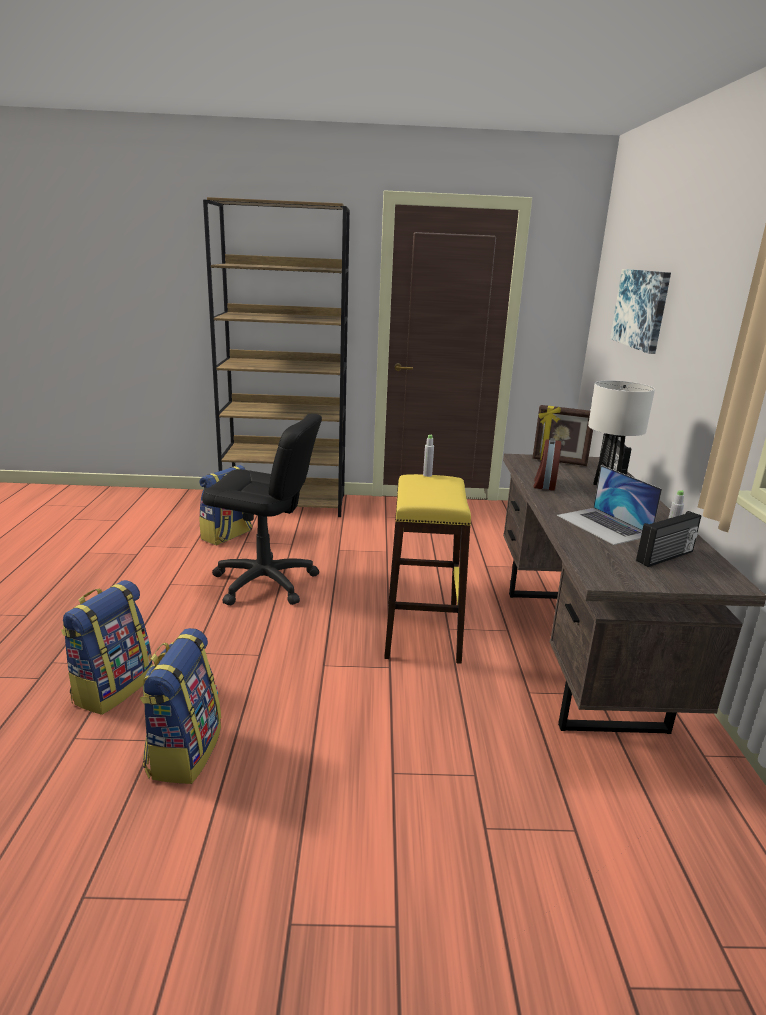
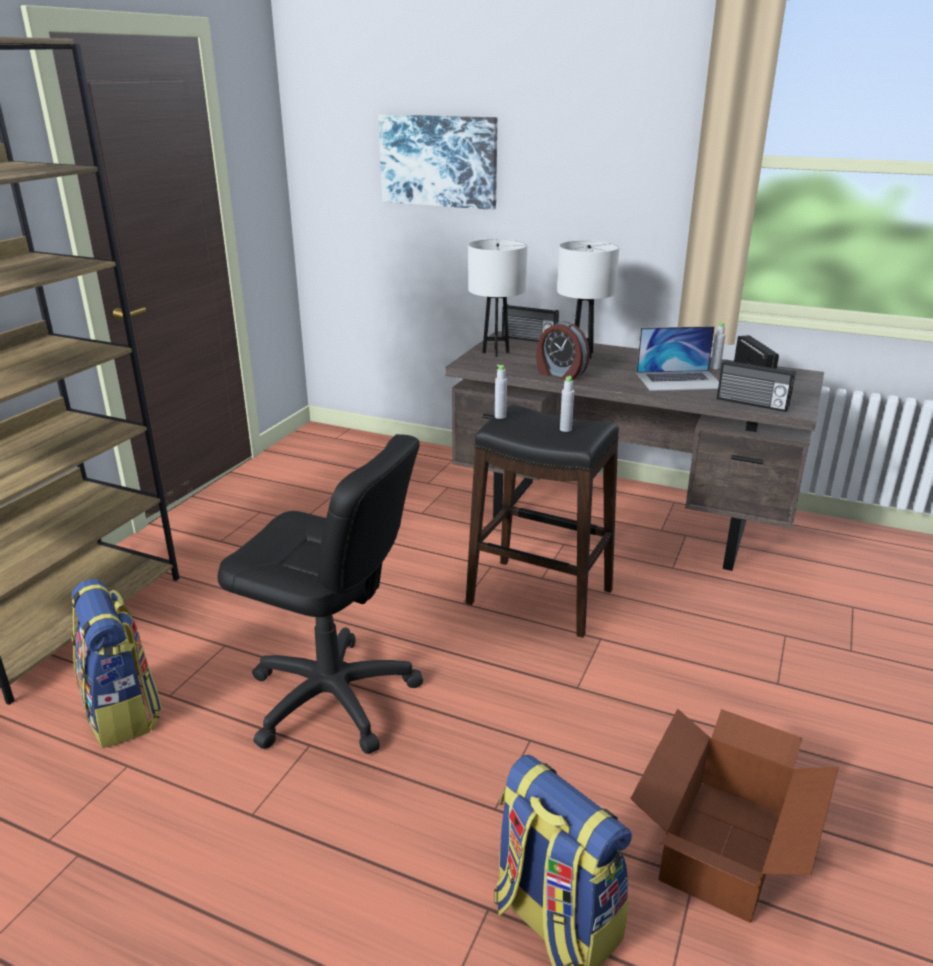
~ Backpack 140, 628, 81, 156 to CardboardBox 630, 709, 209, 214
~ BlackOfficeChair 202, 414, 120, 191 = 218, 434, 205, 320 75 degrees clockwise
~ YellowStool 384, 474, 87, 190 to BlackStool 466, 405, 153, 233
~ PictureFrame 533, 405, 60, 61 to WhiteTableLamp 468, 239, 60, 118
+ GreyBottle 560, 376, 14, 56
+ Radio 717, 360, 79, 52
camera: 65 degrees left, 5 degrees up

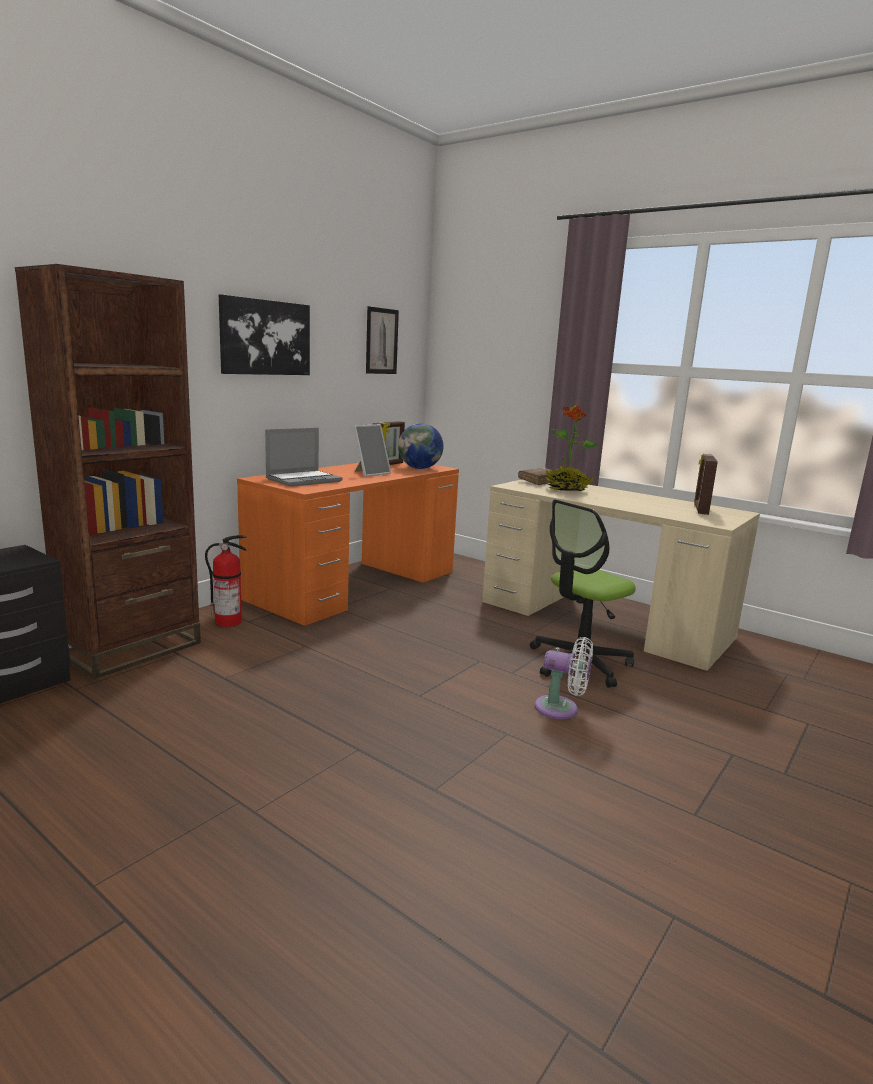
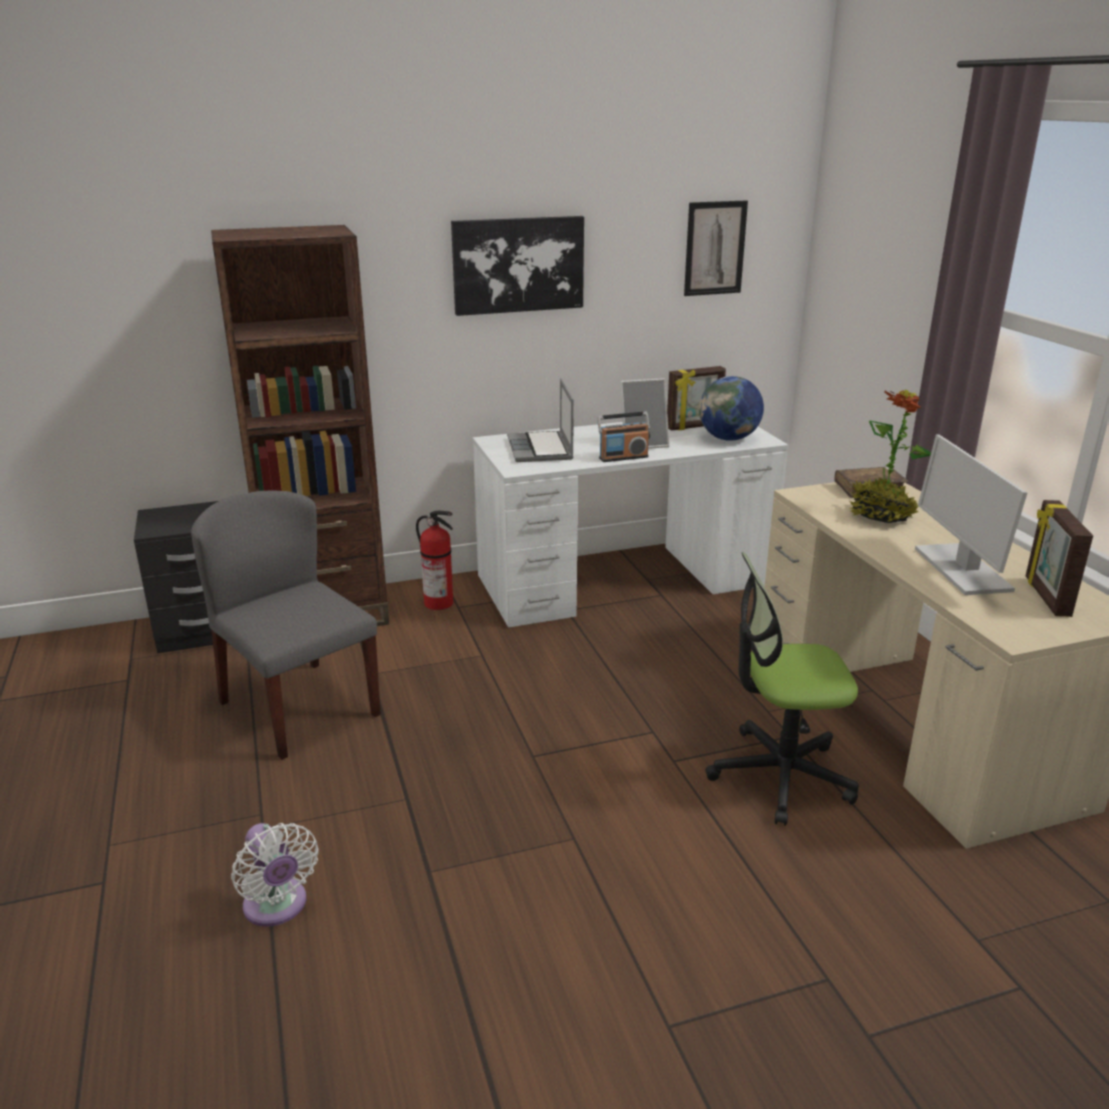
~ OrangeDesk 237, 461, 222, 165 to WhiteDesk 473, 422, 316, 206
~ Laptop 265, 428, 78, 59 = 507, 378, 67, 84 90 degrees clockwise
~ WhiteFan 535, 637, 58, 82 to 231, 823, 88, 104
~ PictureFrame 694, 454, 24, 61 = 1026, 500, 67, 117 45 degrees counterclockwise
+ GreyChair 191, 491, 190, 269
+ Radio 597, 412, 53, 50
+ Monitor 915, 435, 112, 160
camera: 35 degrees right, 10 degrees up

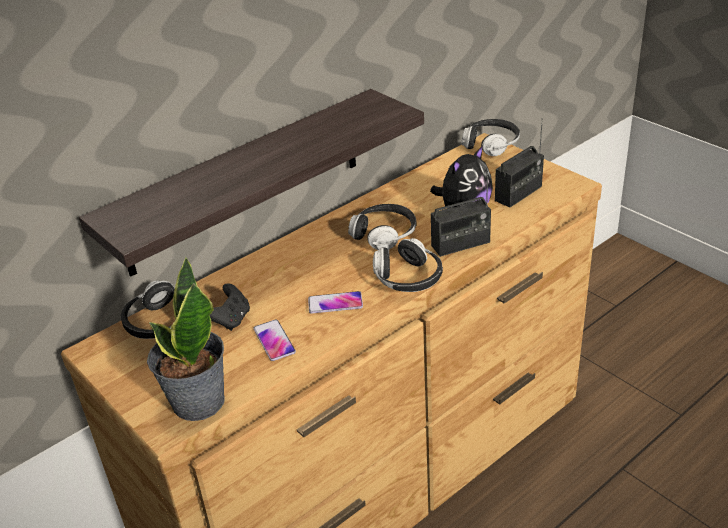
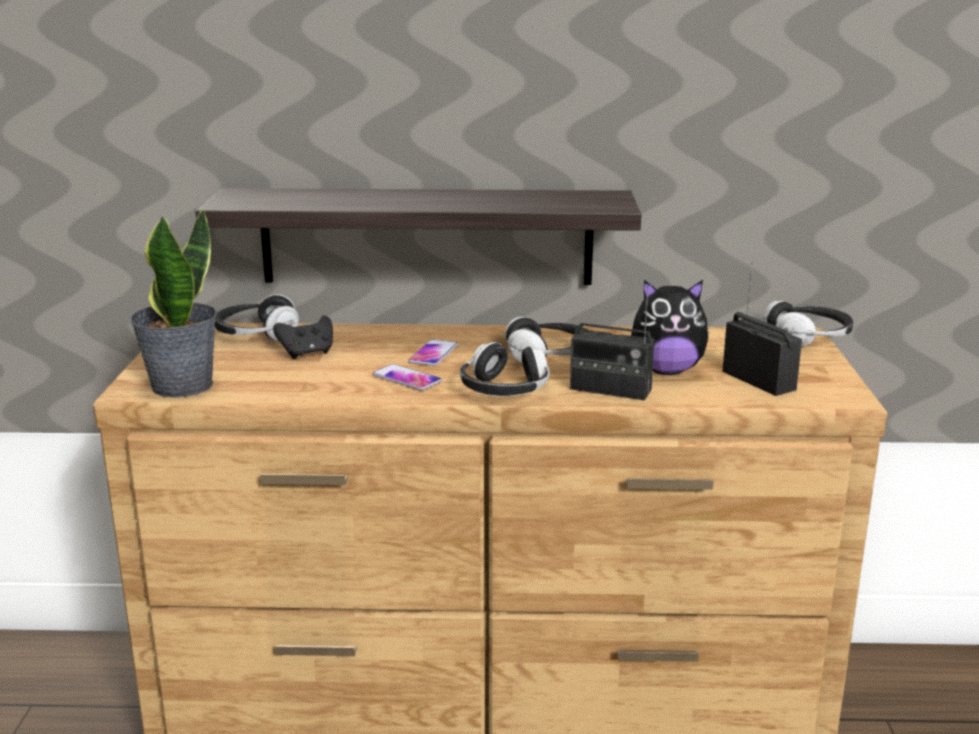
~ Phone 253, 320, 43, 41 to 408, 339, 50, 27
~ Radio 495, 118, 49, 89 = 722, 262, 80, 134 120 degrees counterclockwise
camera: 40 degrees right, 15 degrees down

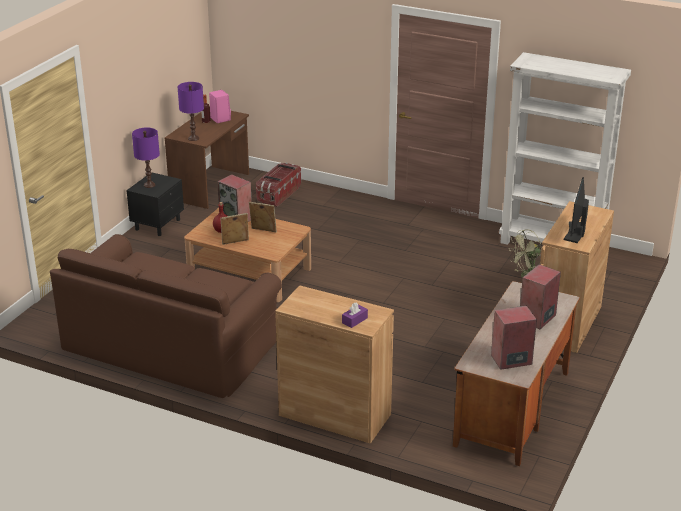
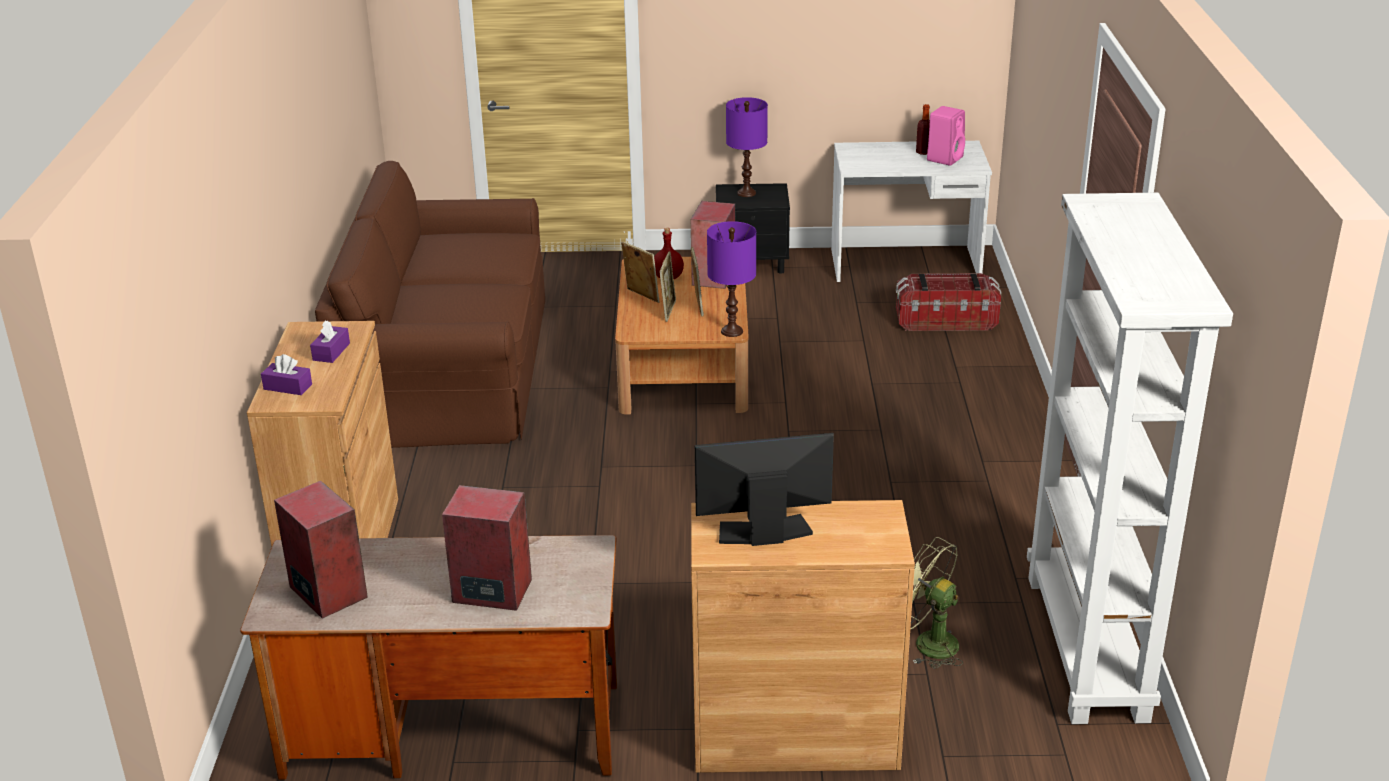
~ BrownDesk 164, 111, 85, 98 to WhiteDesk 831, 141, 161, 141
~ PurpleTableLamp 178, 82, 26, 59 to 707, 221, 49, 116
+ PurpleTissueBox 310, 320, 40, 43
+ PictureFrame 659, 251, 17, 71
camera: 65 degrees right, 0 degrees up

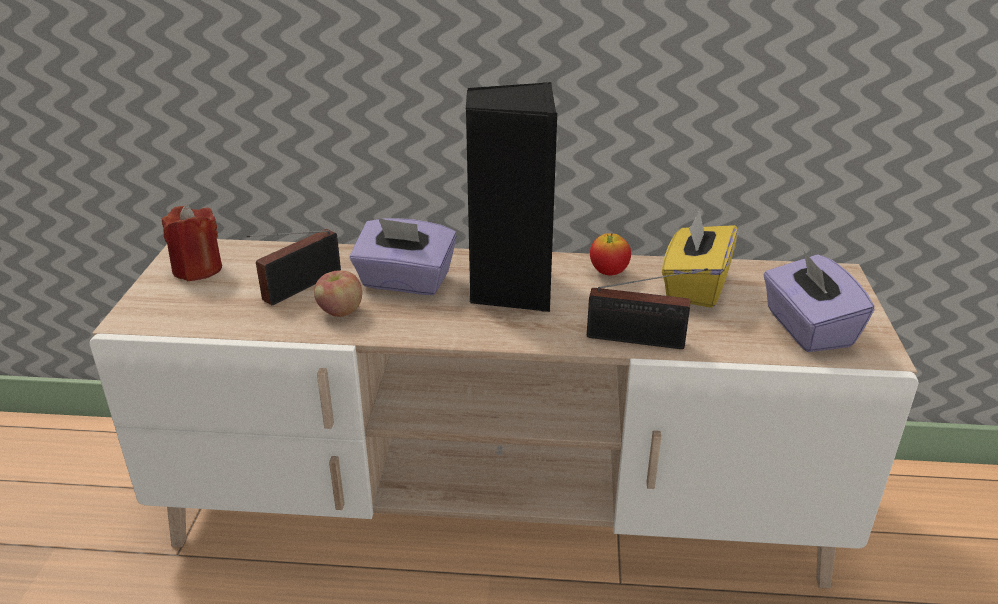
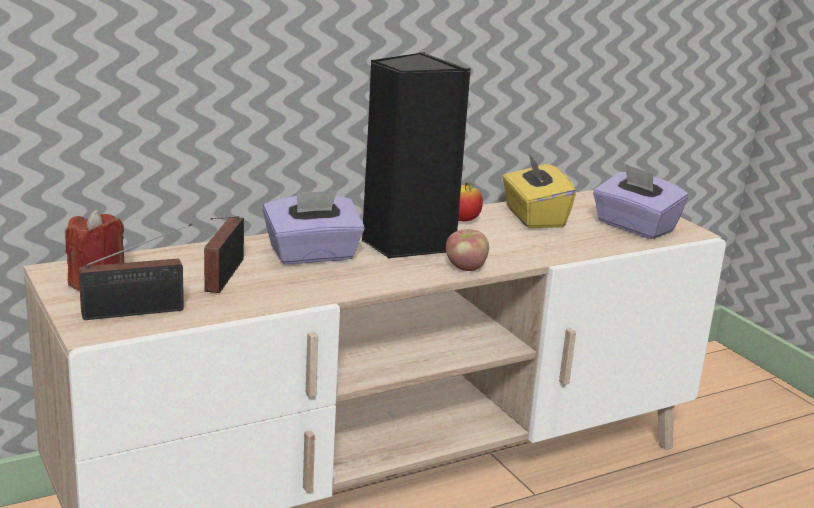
~ Apple 314, 270, 48, 47 to 446, 229, 43, 42
~ Radio 587, 268, 121, 81 to 78, 223, 114, 97
camera: 35 degrees left, 10 degrees down

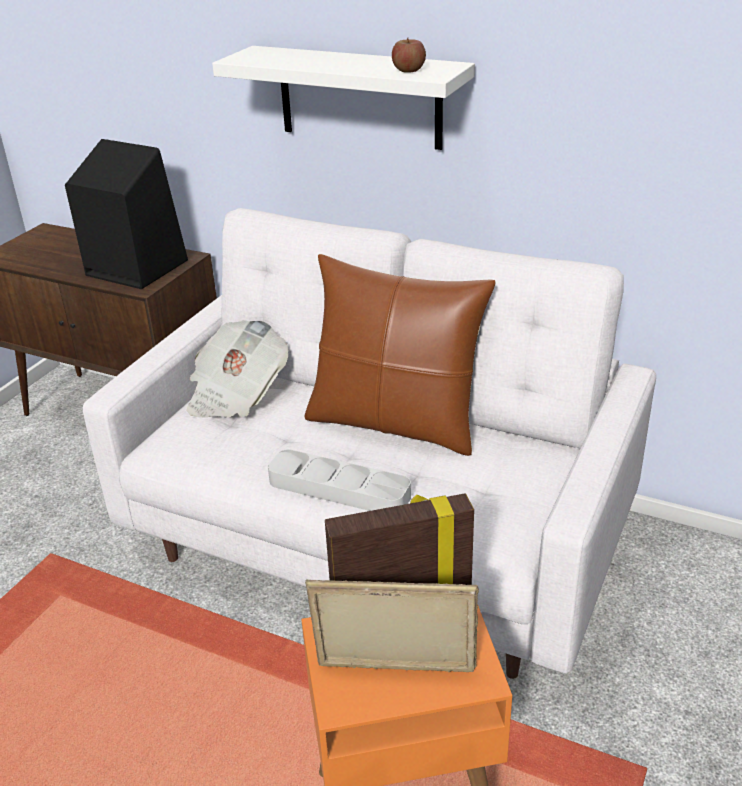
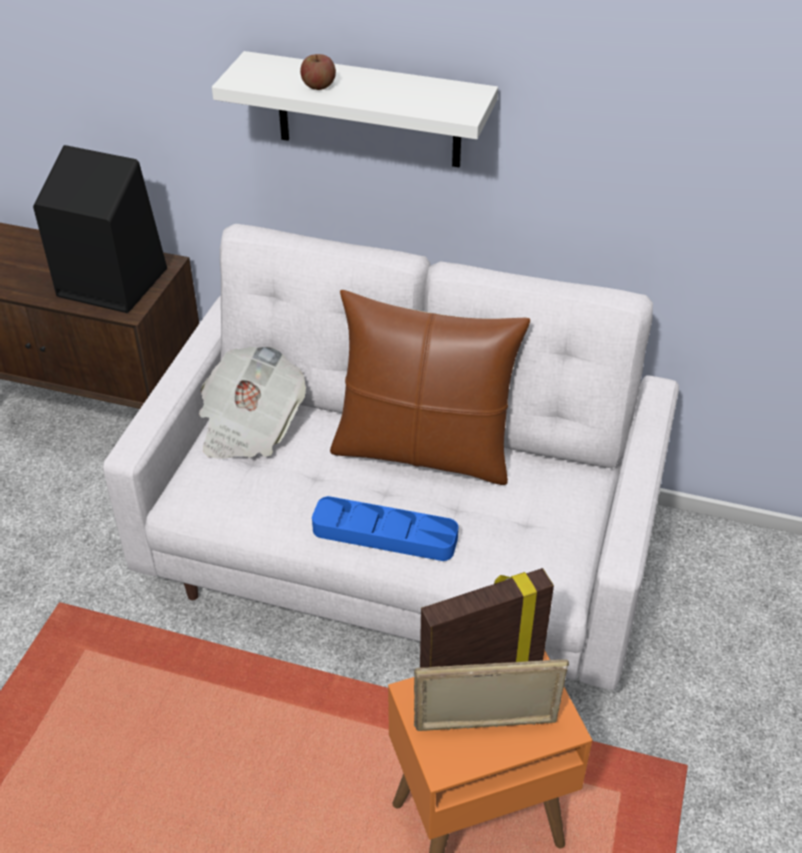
~ GreyTray 268, 449, 143, 62 to BlueTray 312, 496, 146, 65
~ Apple 392, 38, 34, 35 to 300, 54, 36, 36
camera: 10 degrees left, 10 degrees up

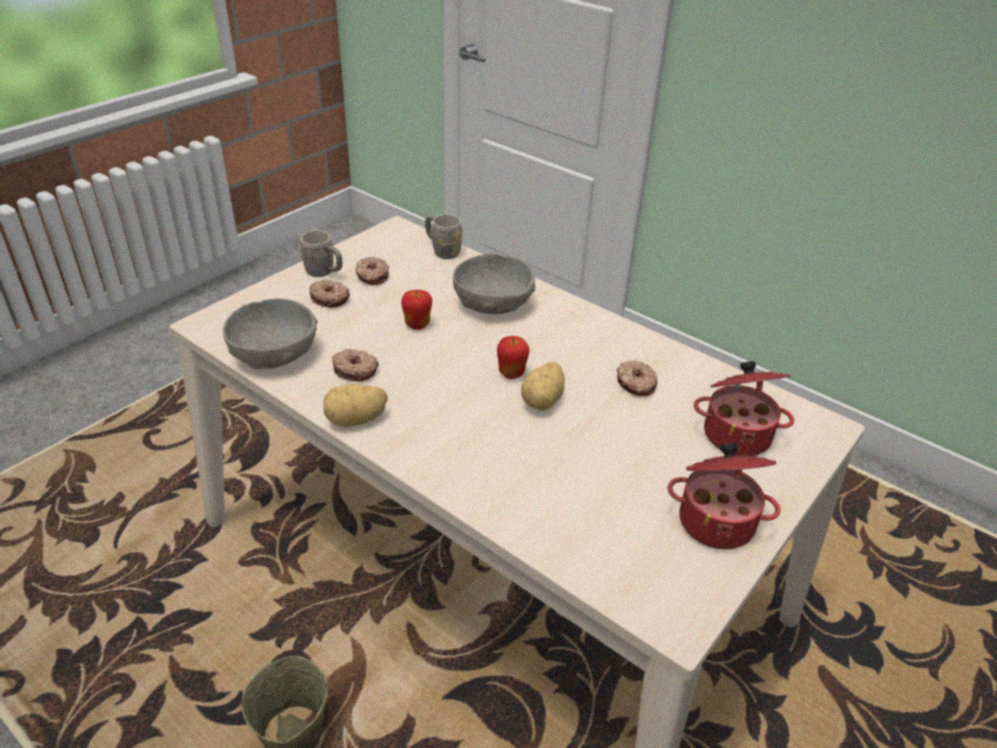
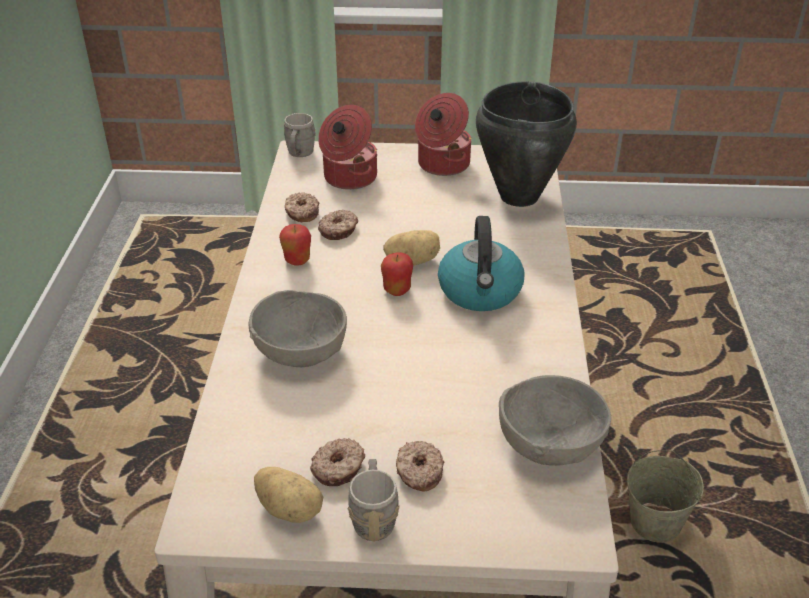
~ Potato 324, 384, 64, 42 to 254, 467, 69, 56
~ Donut 332, 349, 46, 32 to 285, 192, 34, 30
~ Apple 401, 290, 31, 40 to 279, 224, 32, 42
~ GreyMug 425, 214, 38, 45 to 284, 113, 32, 44
+ Kettle 438, 216, 87, 95
+ BlackCookingPot 476, 81, 101, 126
camera: 125 degrees left, 0 degrees up

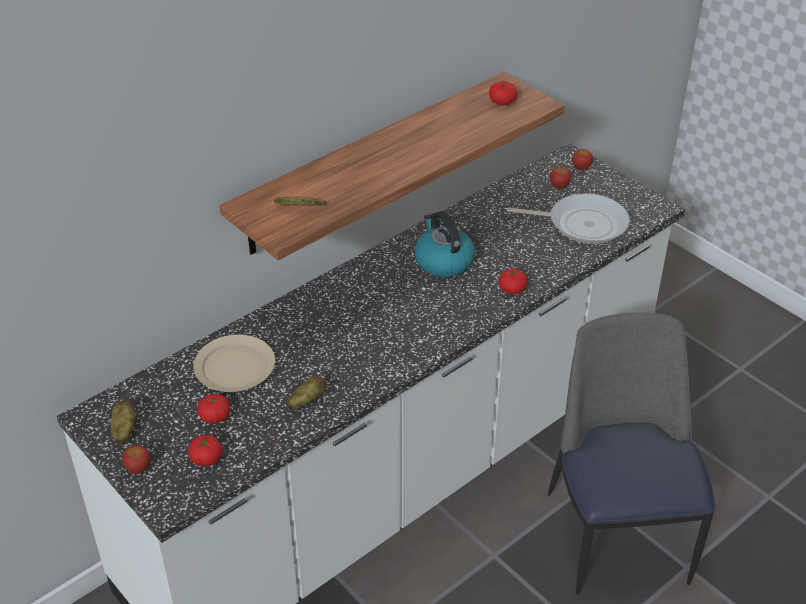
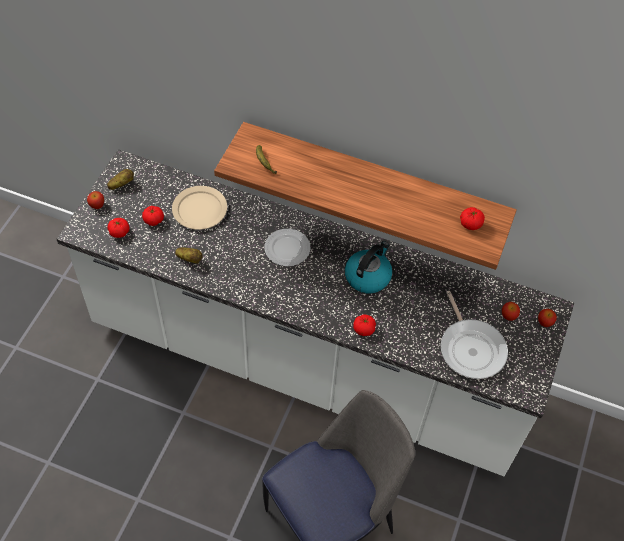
+ Plate 265, 229, 45, 37
camera: 60 degrees right, 15 degrees up

